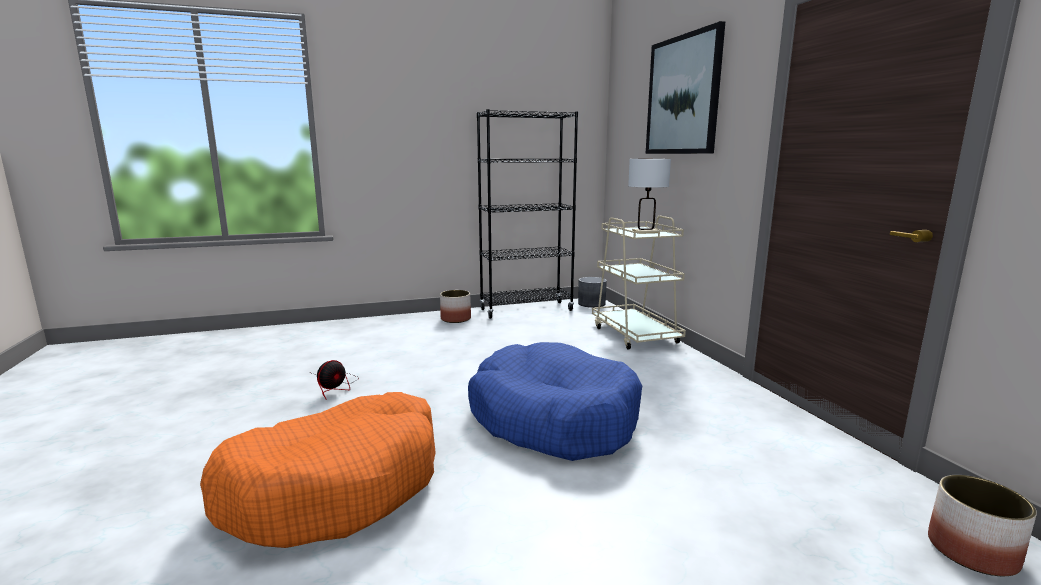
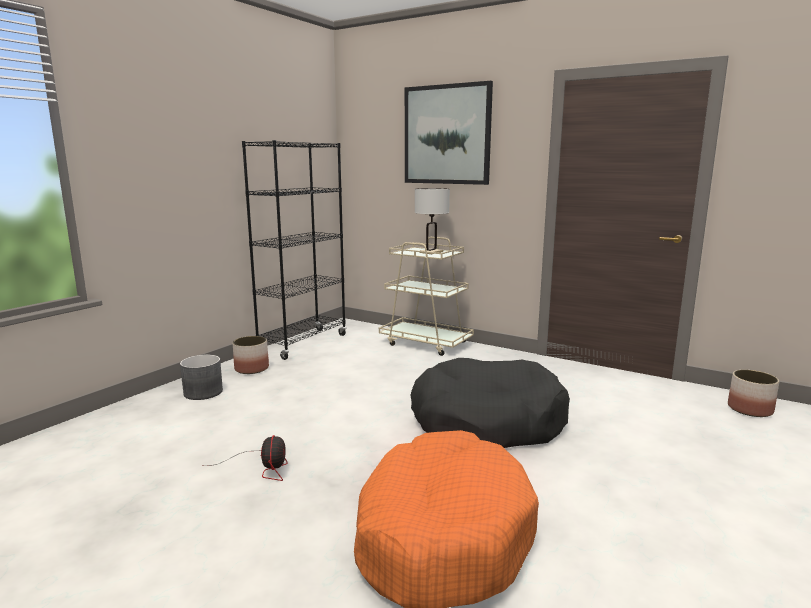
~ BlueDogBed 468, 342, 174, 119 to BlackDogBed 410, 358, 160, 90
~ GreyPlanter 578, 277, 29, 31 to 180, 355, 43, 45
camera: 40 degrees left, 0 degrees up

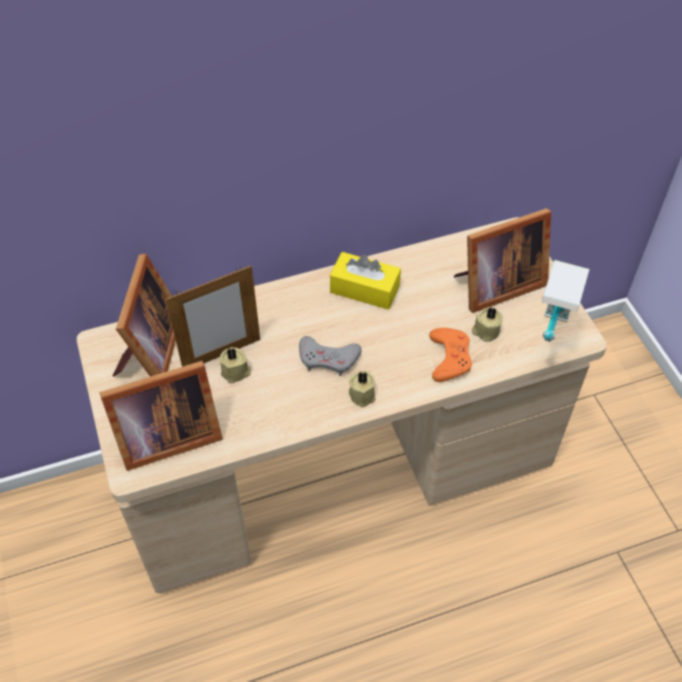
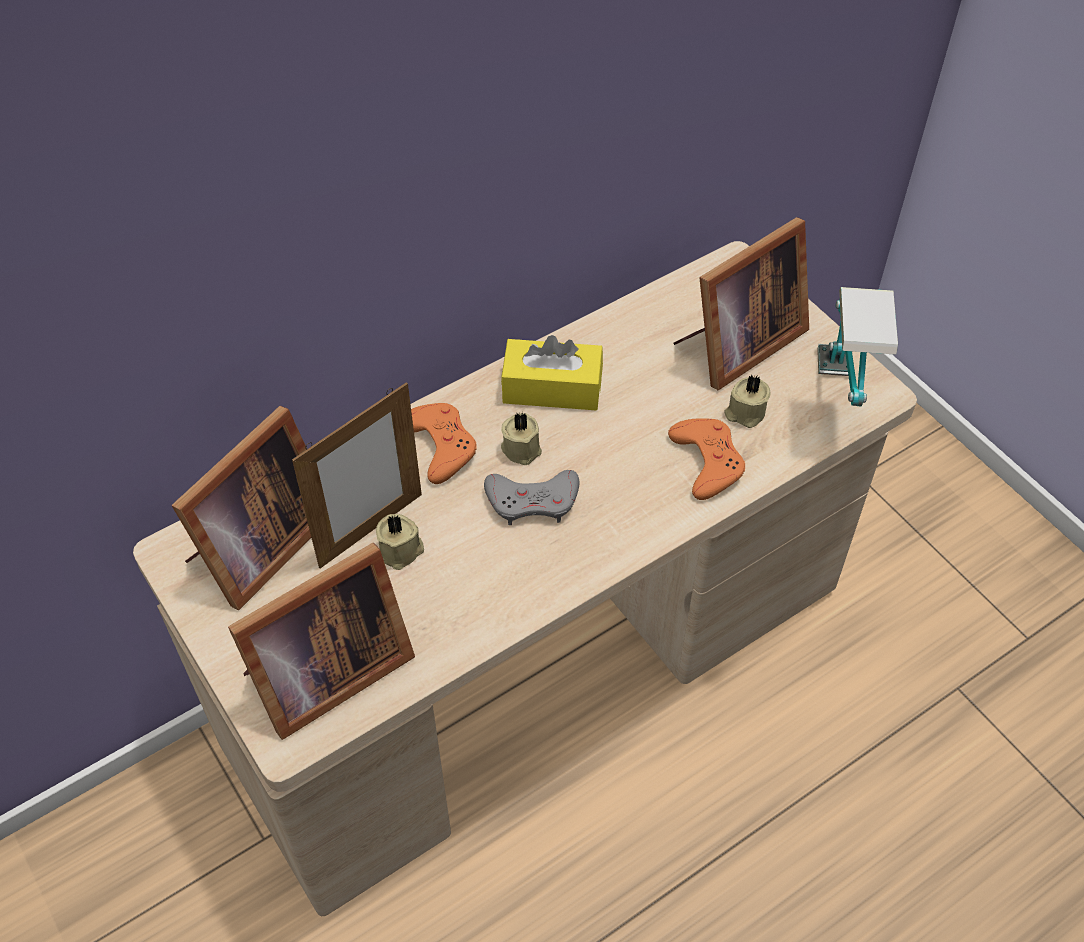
~ PictureFrame 112, 254, 64, 123 = 172, 406, 139, 204 45 degrees clockwise
~ BeigeCandle 349, 371, 27, 36 to 501, 411, 41, 54
+ OrangeGameController 411, 403, 66, 81
camera: 15 degrees left, 0 degrees up

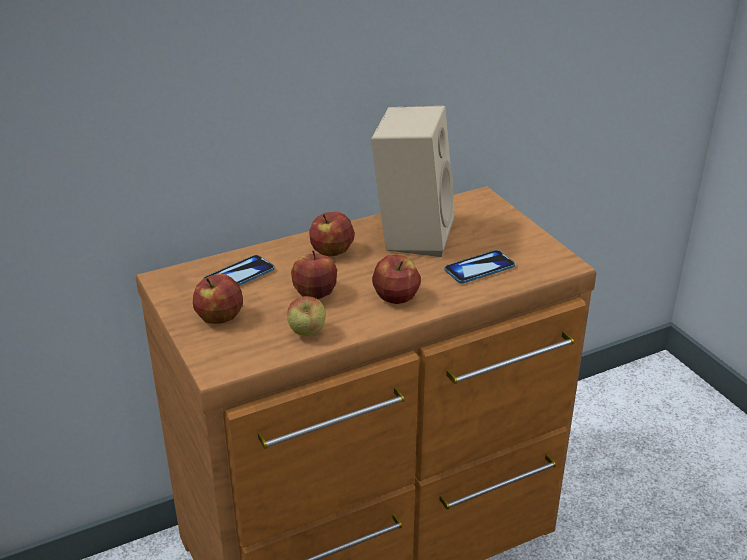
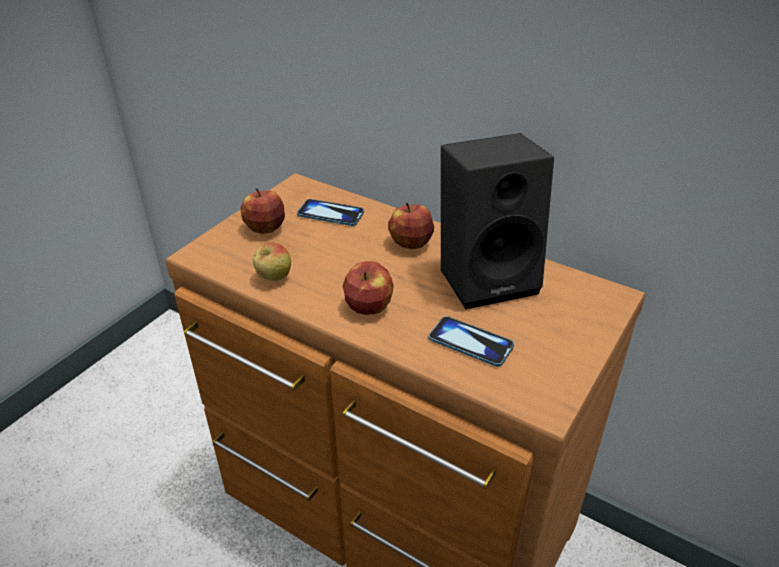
- Apple 291, 250, 46, 49
~ BeigeSpeaker 371, 106, 84, 151 to BlackSpeaker 441, 133, 113, 176
camera: 60 degrees right, 5 degrees up

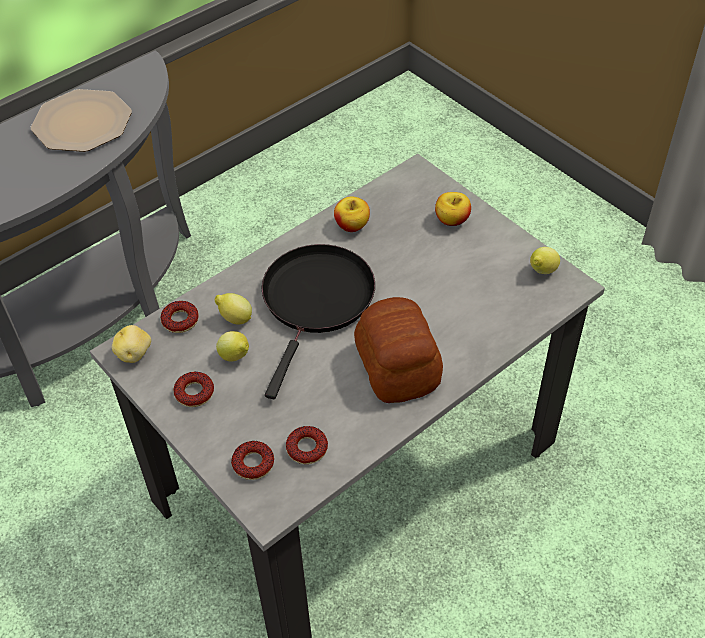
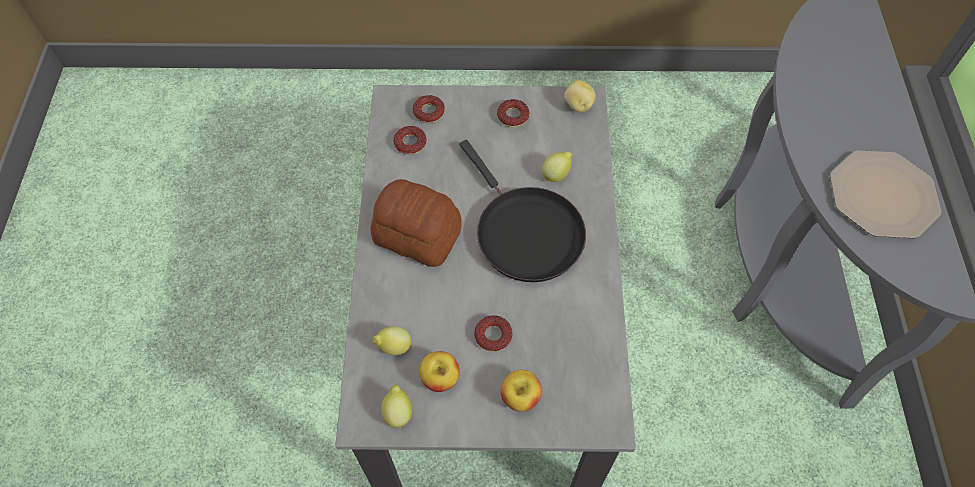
~ Donut 161, 301, 38, 32 to 474, 315, 38, 37
~ Lemon 216, 331, 33, 30 to 372, 326, 39, 29
~ Apple 334, 197, 36, 35 to 419, 351, 41, 41
camera: 130 degrees right, 10 degrees up

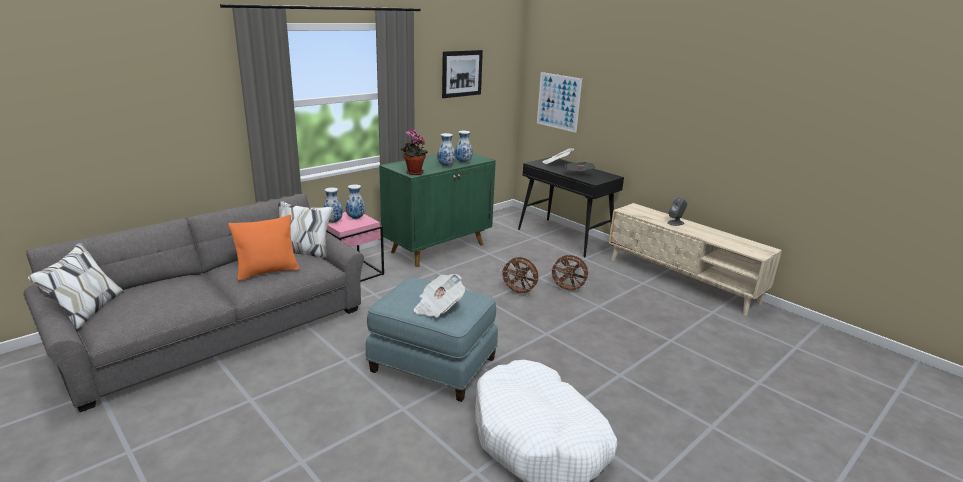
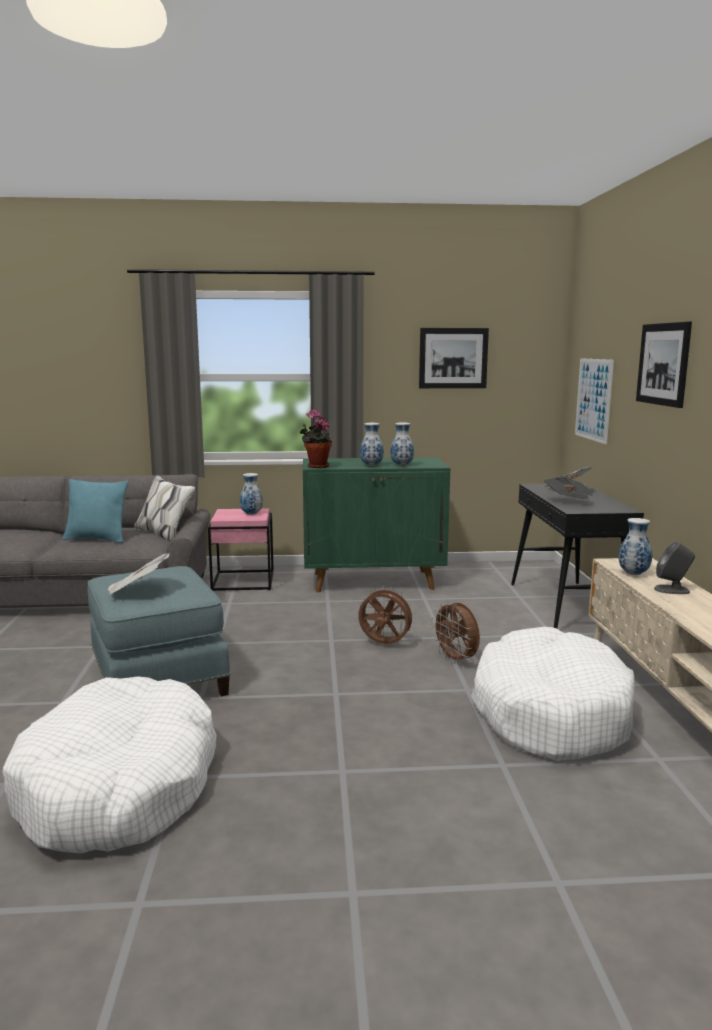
~ OrangePillow 228, 215, 72, 66 to TurquoisePillow 63, 479, 65, 64
~ Vase 323, 187, 20, 36 to 618, 518, 34, 57
~ BrownFan 500, 257, 38, 39 = 359, 586, 57, 58 135 degrees clockwise
+ WhiteDogBed 471, 627, 164, 134
+ Picture 636, 321, 56, 87
camera: 40 degrees right, 10 degrees down

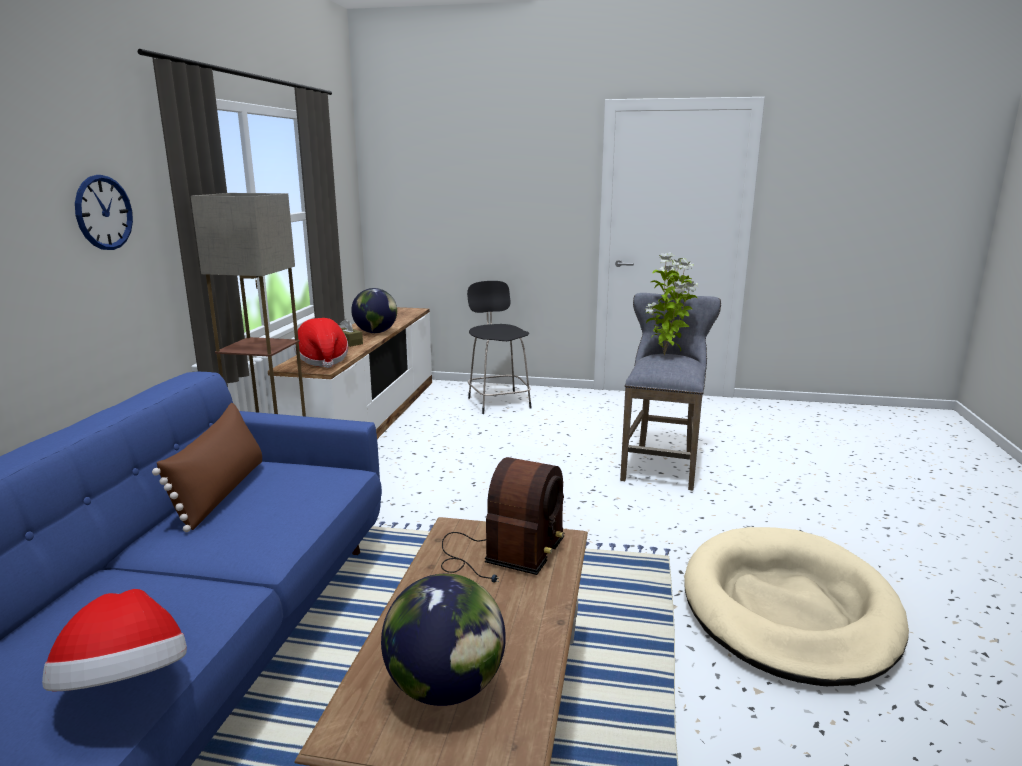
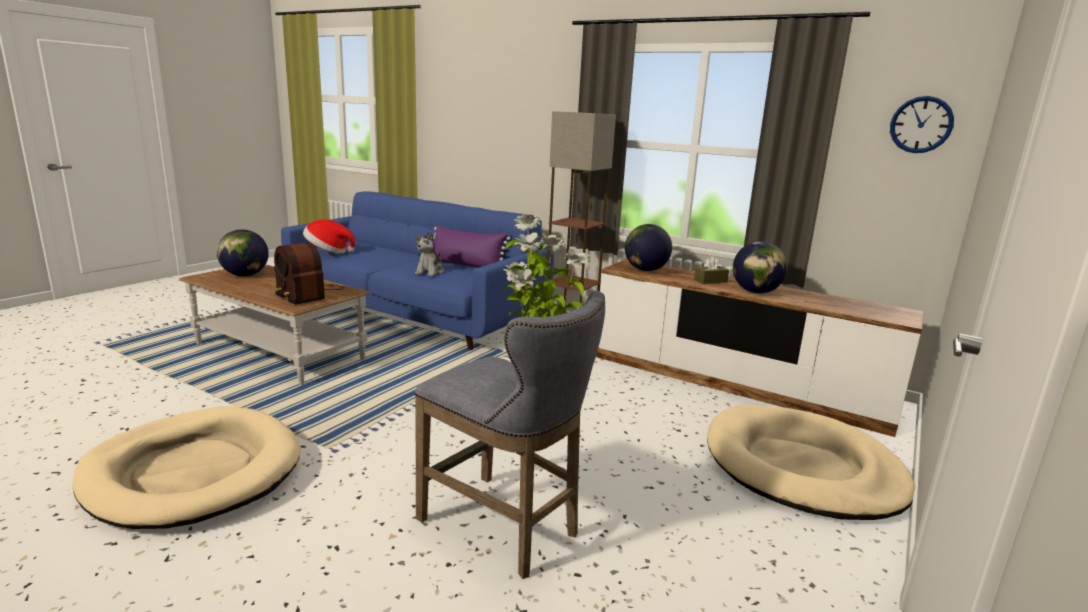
~ WallClock 75, 175, 58, 75 to 890, 96, 64, 57
~ BrownPillow 152, 403, 110, 129 to PurplePillow 433, 225, 77, 43
~ Hat 294, 318, 54, 50 to Globe 625, 224, 47, 47
~ BlackStool 467, 281, 65, 133 to BeigeDogBed 707, 405, 208, 115
+ PlushToy 415, 231, 29, 45
camera: 110 degrees right, 0 degrees up

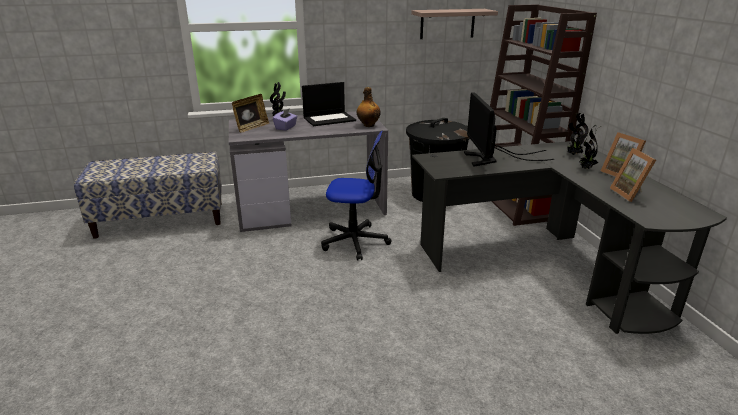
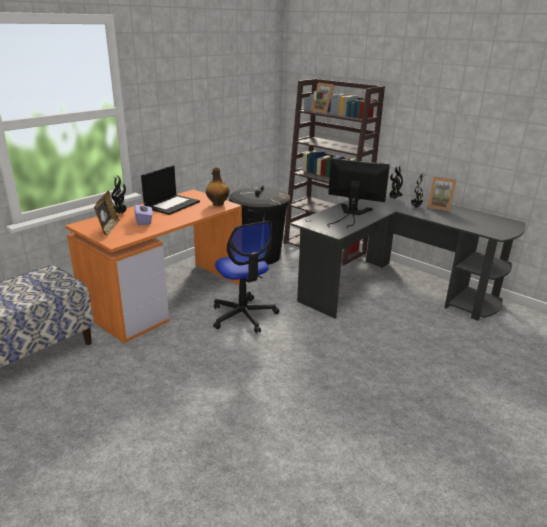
~ GreyDesk 229, 111, 159, 121 to OrangeDesk 65, 189, 177, 154
~ OfficeChair 321, 130, 71, 131 = 213, 221, 66, 112 90 degrees clockwise
- Shelf 411, 9, 87, 30
~ Monitor 464, 92, 90, 75 = 327, 158, 63, 70 150 degrees clockwise
~ PictureFrame 610, 148, 46, 54 to 311, 82, 23, 32
camera: 35 degrees left, 0 degrees up

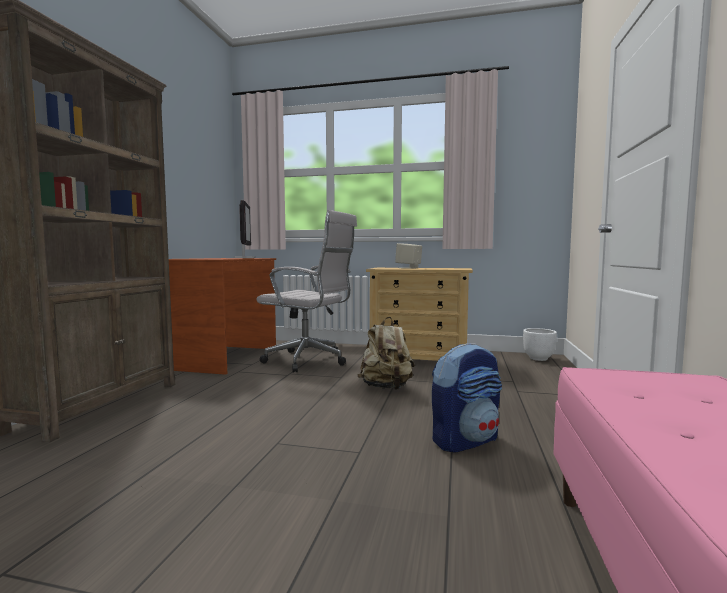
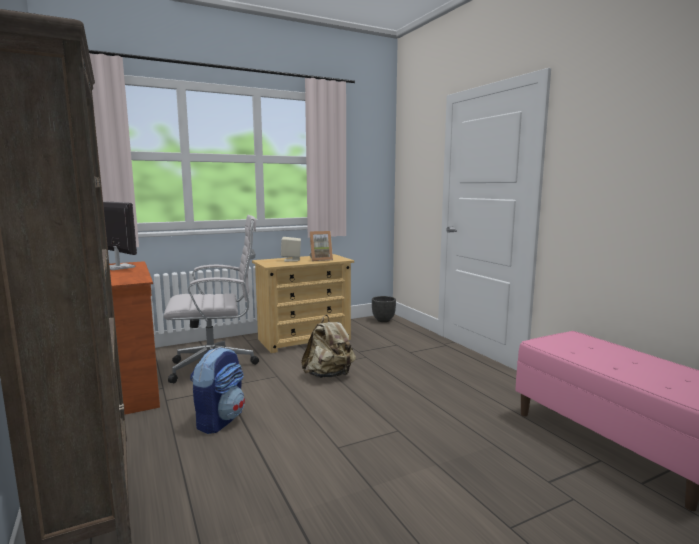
~ Backpack 432, 343, 70, 110 to 190, 347, 55, 87
~ WhitePlanter 523, 328, 34, 33 to BlackPlanter 372, 296, 24, 26
+ PictureFrame 310, 231, 23, 30
camera: 40 degrees left, 5 degrees up

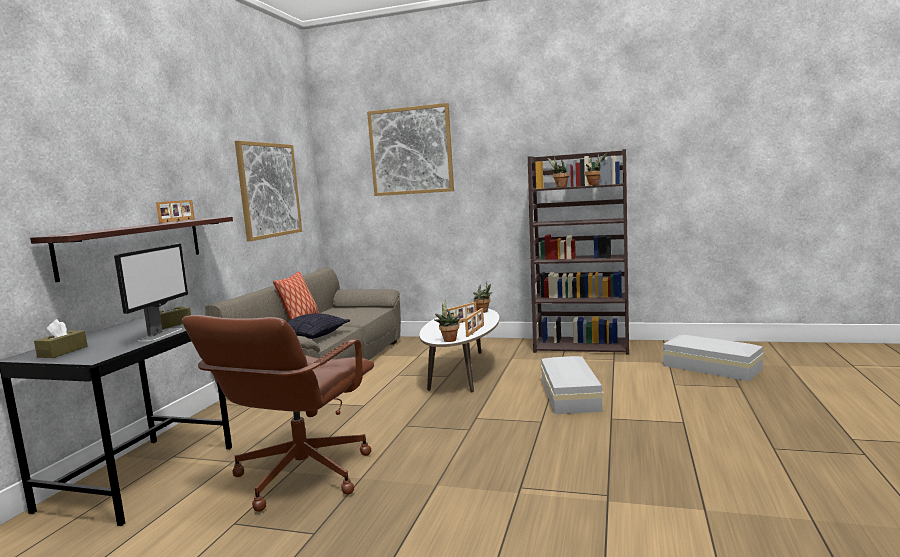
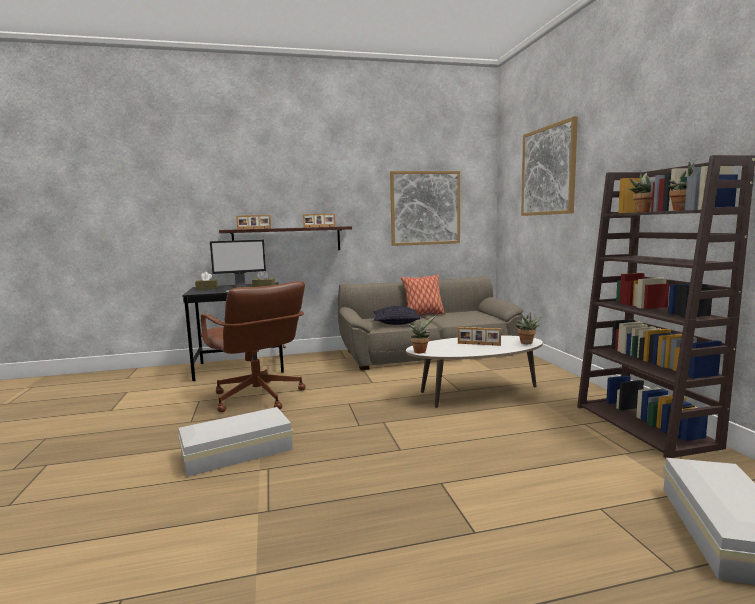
~ BrownOfficeChair 182, 315, 192, 197 = 201, 281, 105, 131 120 degrees counterclockwise
~ PictureFrame 465, 308, 19, 29 to 236, 215, 35, 14
~ WhiteStorageBox 541, 356, 62, 58 to 178, 407, 115, 70
camera: 60 degrees right, 0 degrees up

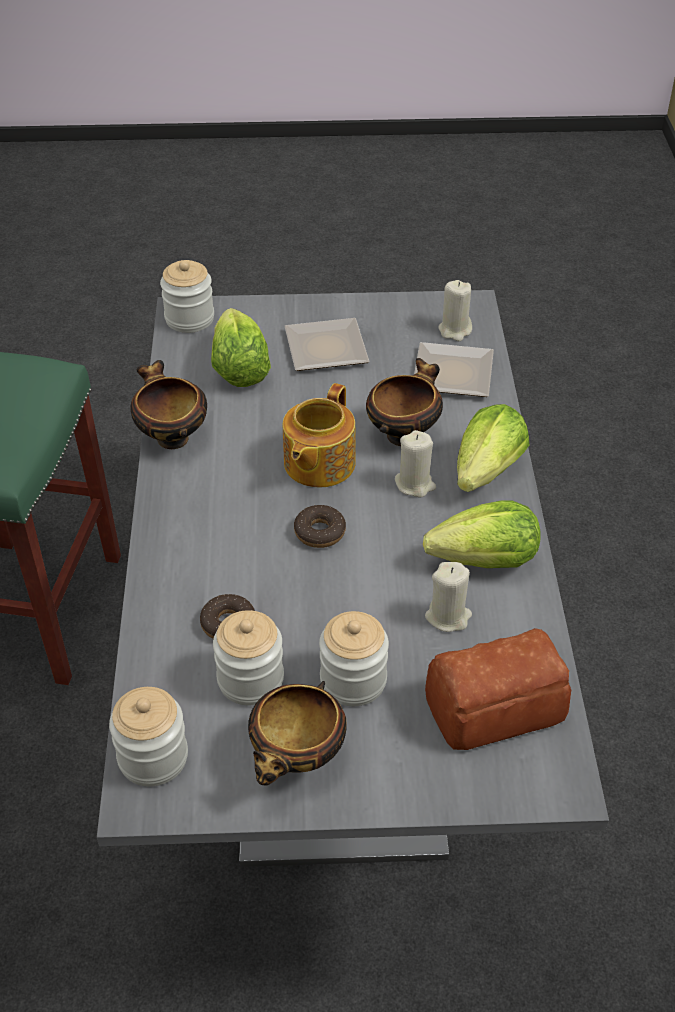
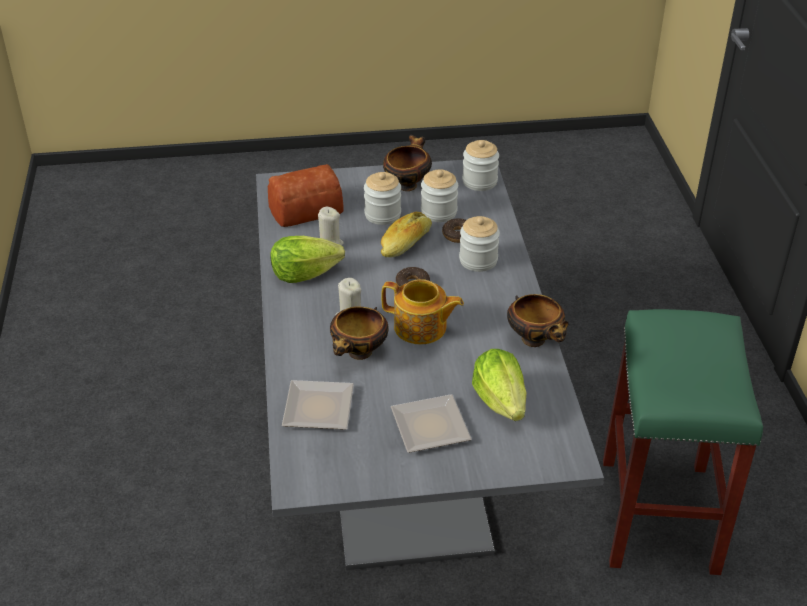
~ Jar 160, 260, 54, 73 to 459, 216, 41, 56
~ Teapot 283, 383, 73, 104 = 381, 279, 83, 65 90 degrees clockwise
- BeigeCandle 438, 280, 34, 61
- Lettuce 457, 404, 72, 88
+ Bread 381, 212, 51, 45
camera: 175 degrees right, 5 degrees down

